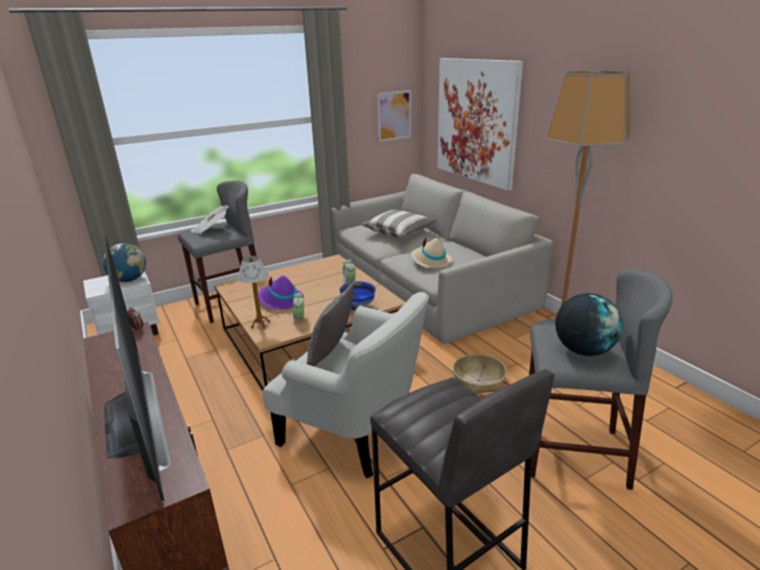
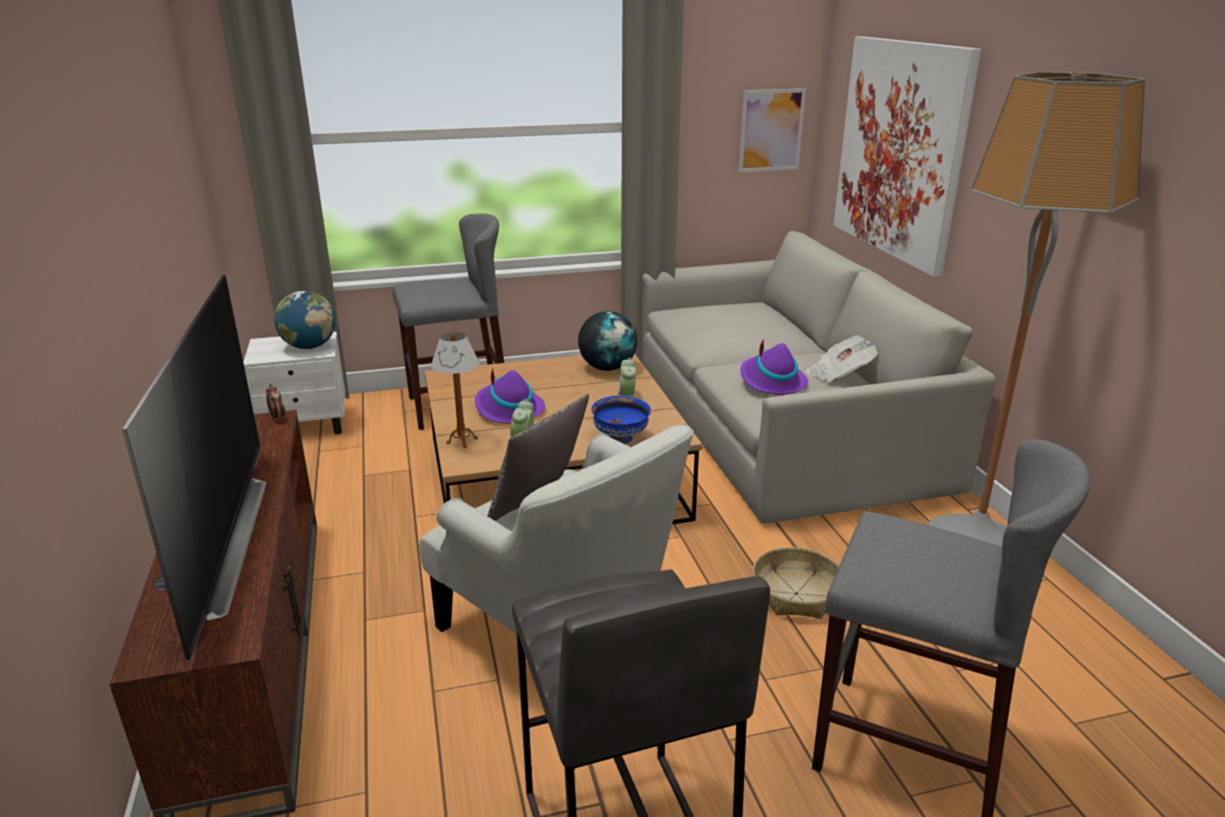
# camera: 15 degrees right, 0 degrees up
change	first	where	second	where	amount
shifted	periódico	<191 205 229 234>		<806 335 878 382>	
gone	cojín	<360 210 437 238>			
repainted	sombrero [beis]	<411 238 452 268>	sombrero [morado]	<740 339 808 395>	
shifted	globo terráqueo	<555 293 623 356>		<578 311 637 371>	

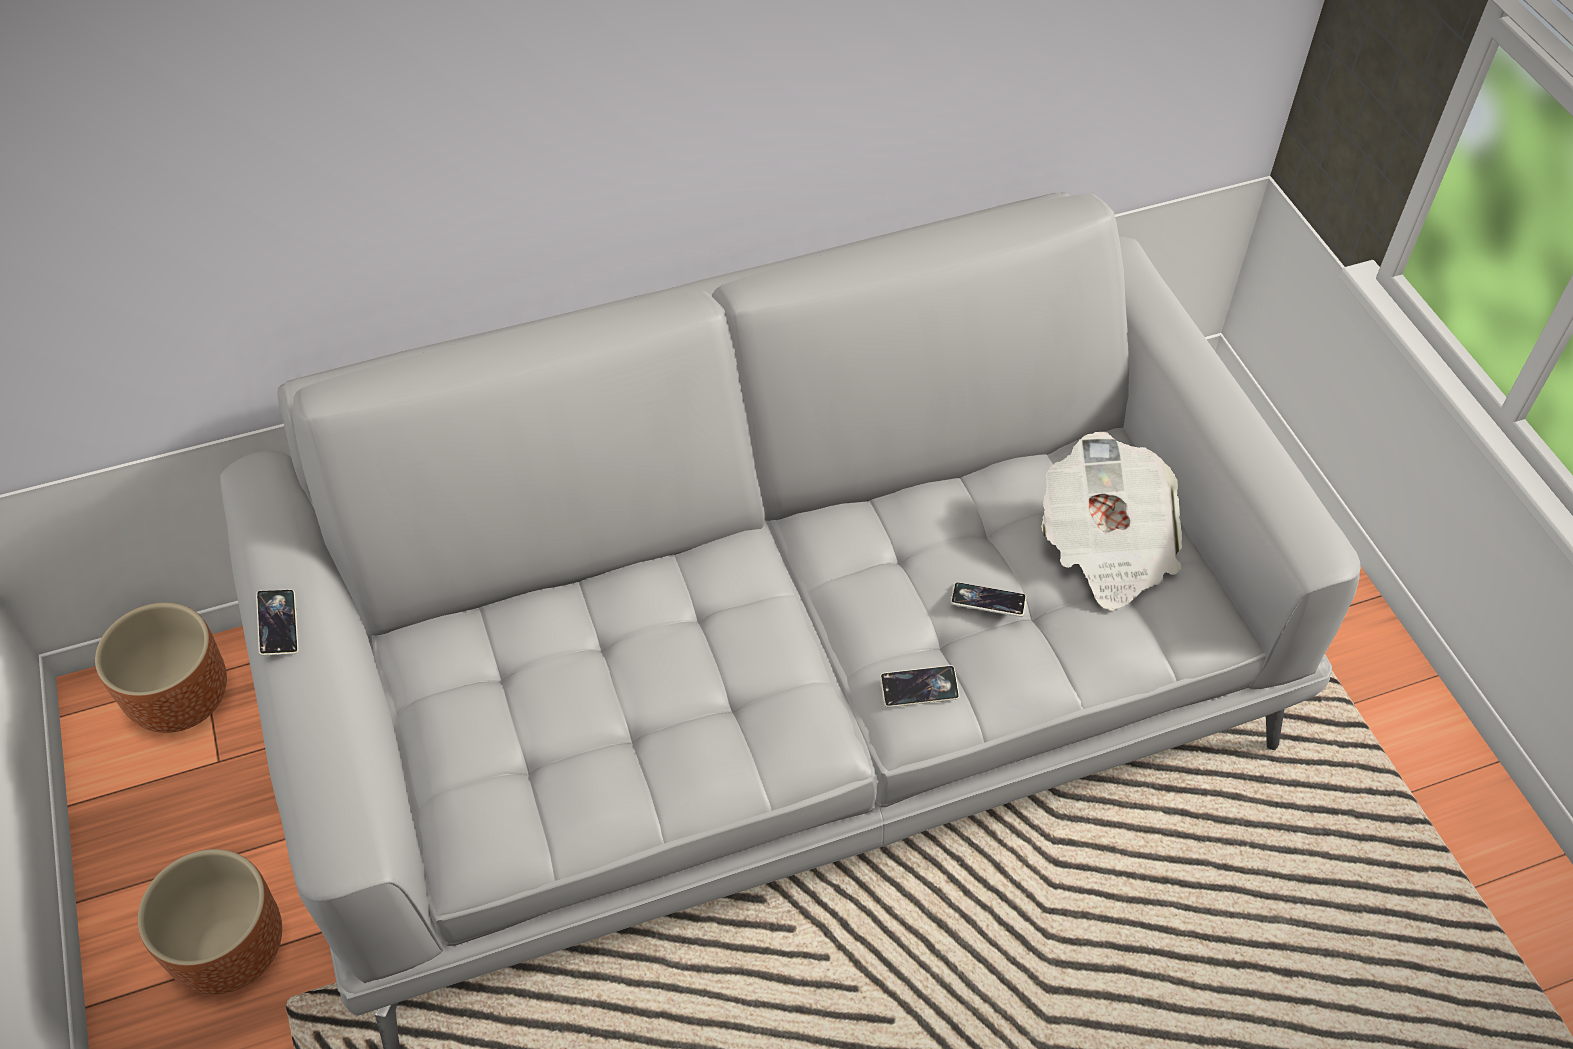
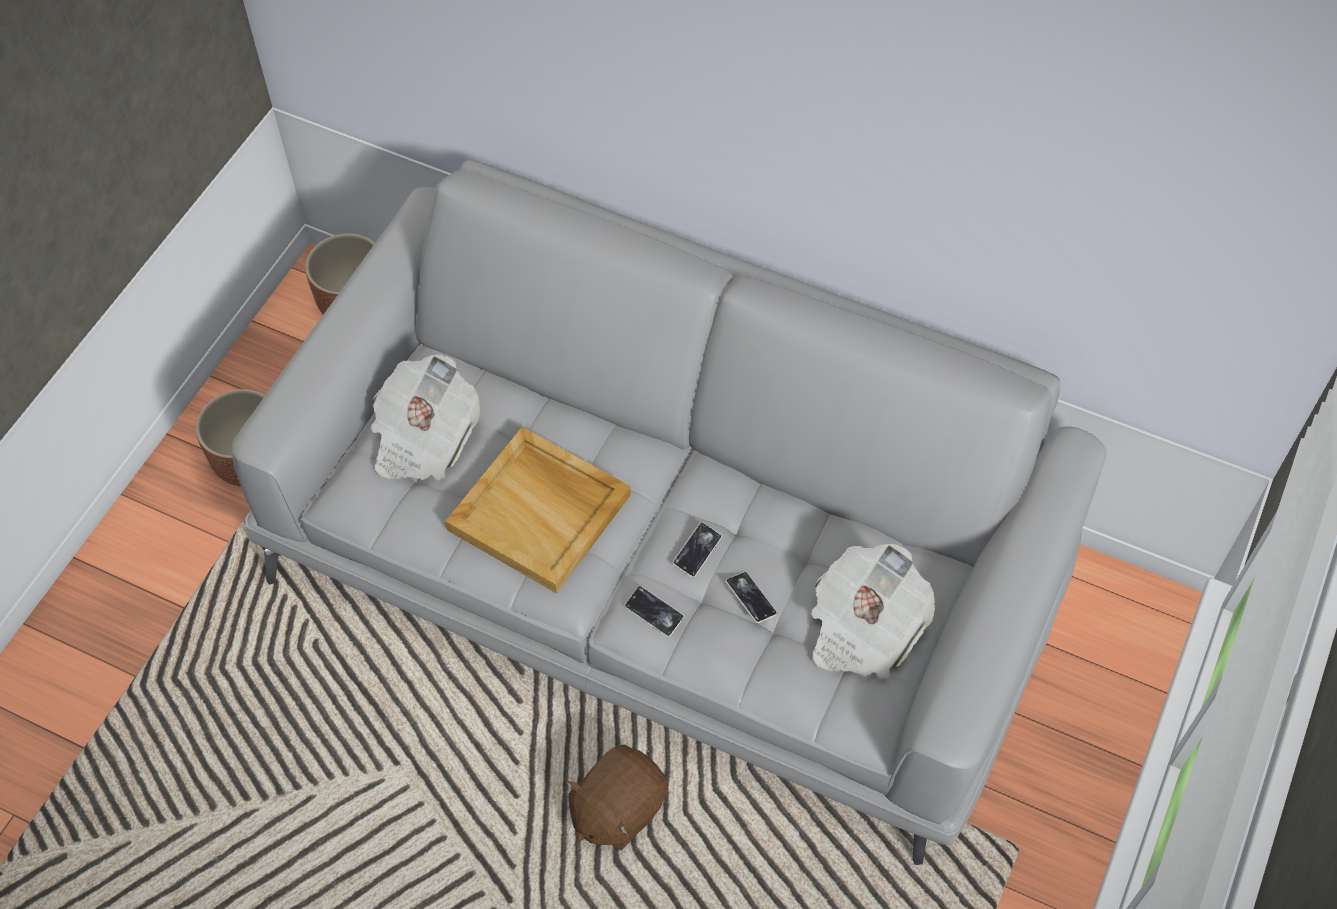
# camera: 45 degrees right, 5 degrees up
change	first	where	second	where	amount
shifted	móvil	<256 590 298 656>		<673 522 722 578>	
new			periódico	<371 354 480 480>	
new			bandeja [beis]	<445 427 631 594>	
new			peluche [marrón]	<566 745 668 850>	

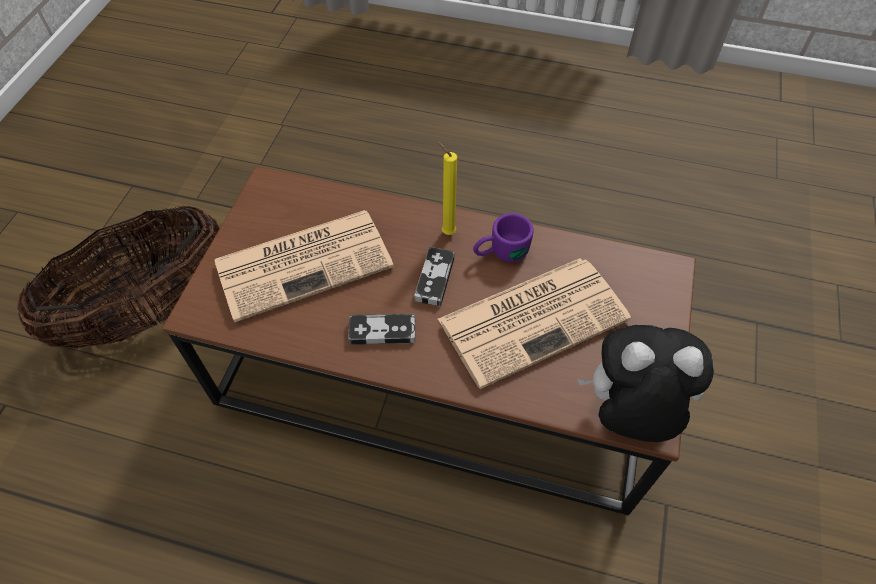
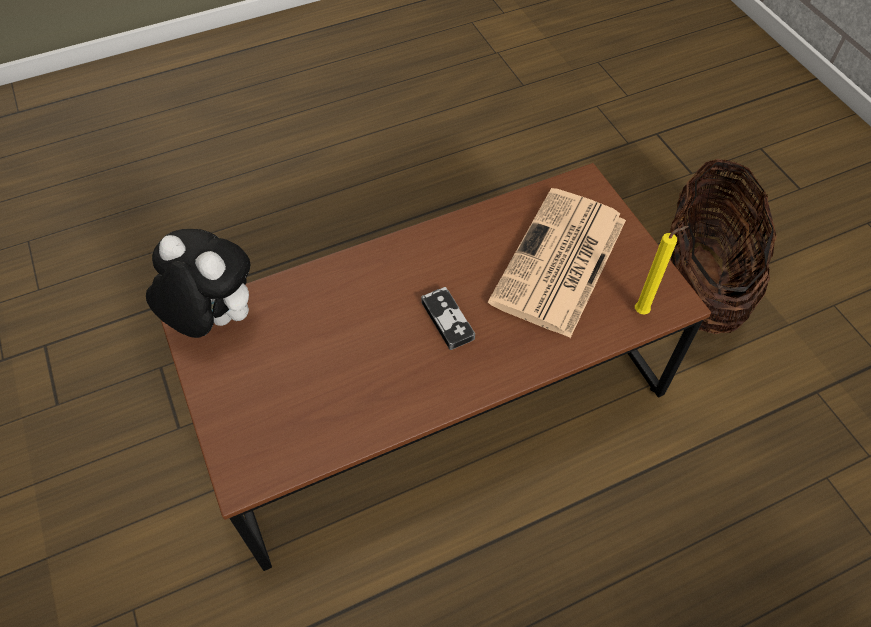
# camera: 140 degrees right, 0 degrees up
change	first	where	second	where	amount
gone	mando de consola	<348 314 415 345>			
shifted	vela [amarillo]	<438 142 457 235>		<635 226 689 314>	
gone	periódico	<438 258 631 389>			
gone	taza grande [morado]	<473 213 533 262>			
rotated	peluche	<577 325 714 442>		<146 229 250 338>	120 degrees counterclockwise

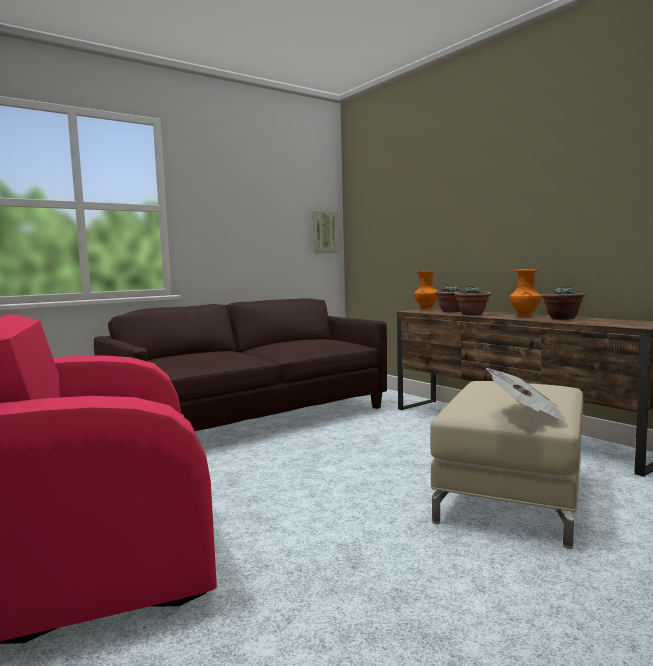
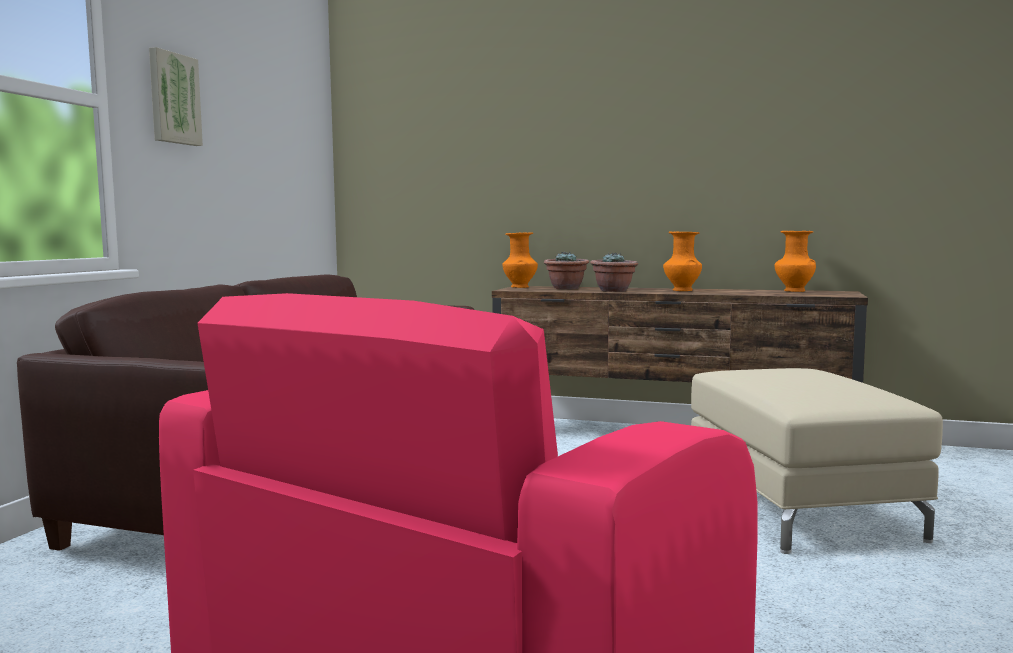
# camera: 35 degrees left, 0 degrees up
change	first	where	second	where	amount
shifted	cuadro	<312 211 338 253>		<149 47 203 146>	
gone	periódico	<486 368 567 421>			
gone	planta en maceta	<541 286 585 320>			
new			florero [naranja]	<774 231 816 292>	

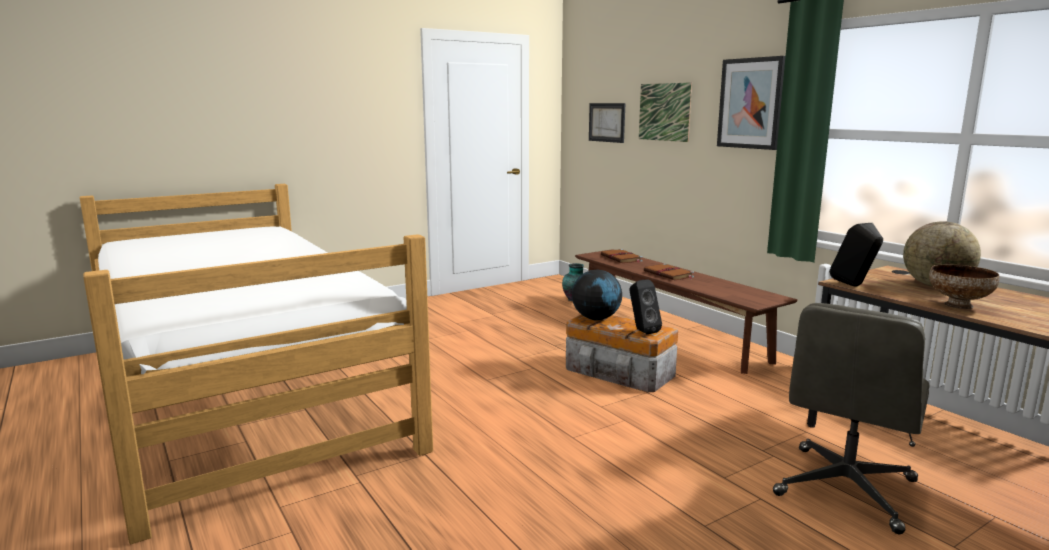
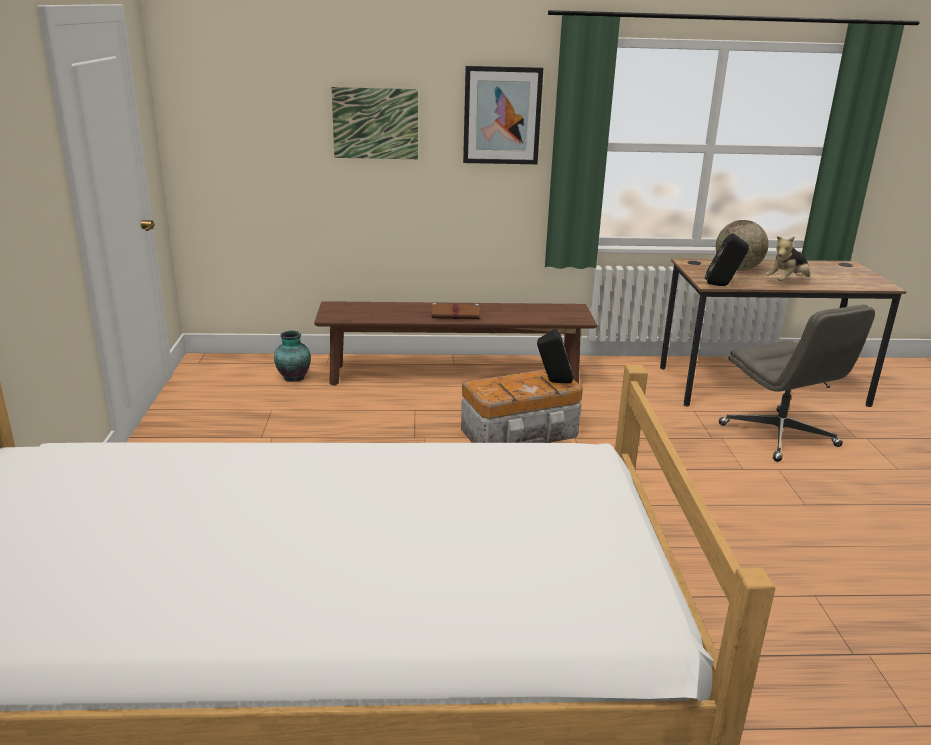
# camera: 60 degrees left, 10 degrees up
change	first	where	second	where	amount
gone	globo terráqueo	<572 270 622 321>			
gone	cuadro	<589 103 625 143>			
gone	libro [marrón]	<601 249 643 263>			
swapped	cuenco	<929 264 1000 309>	peluche	<765 236 810 281>	

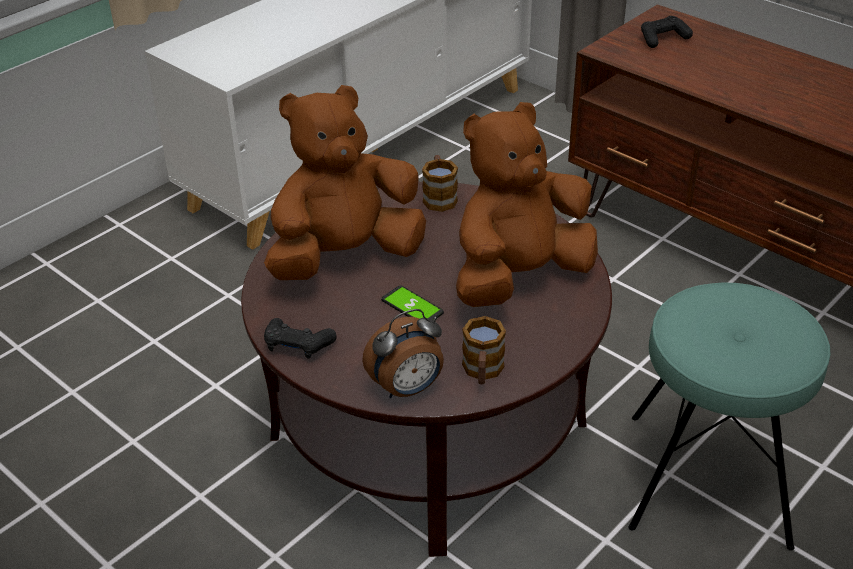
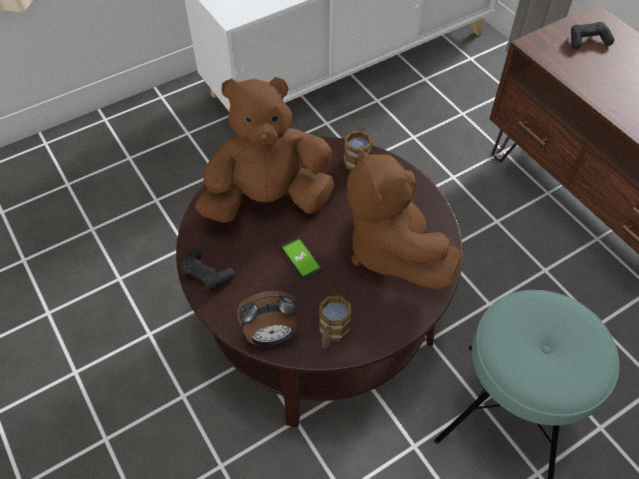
# camera: 15 degrees right, 15 degrees up
change	first	where	second	where	amount
rotated	peluche [marrón]	<456 102 598 307>		<347 145 462 289>	90 degrees counterclockwise

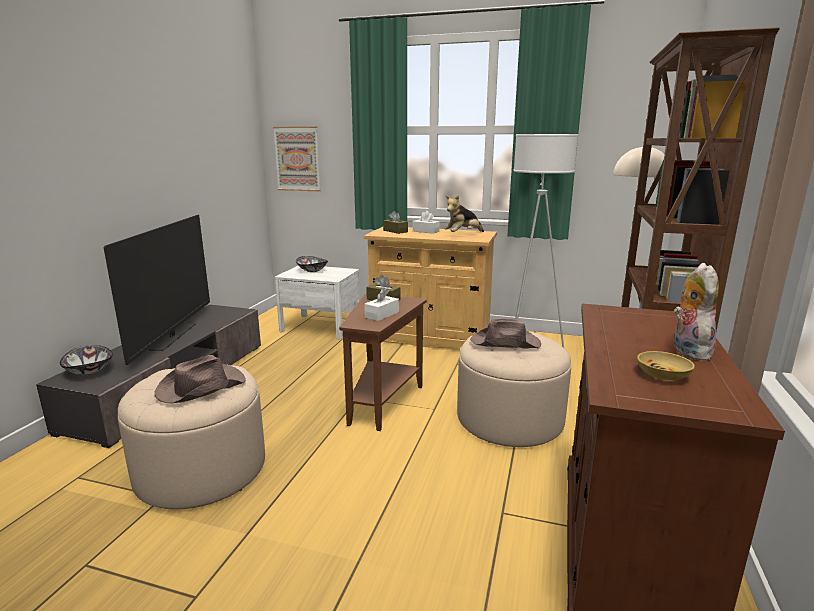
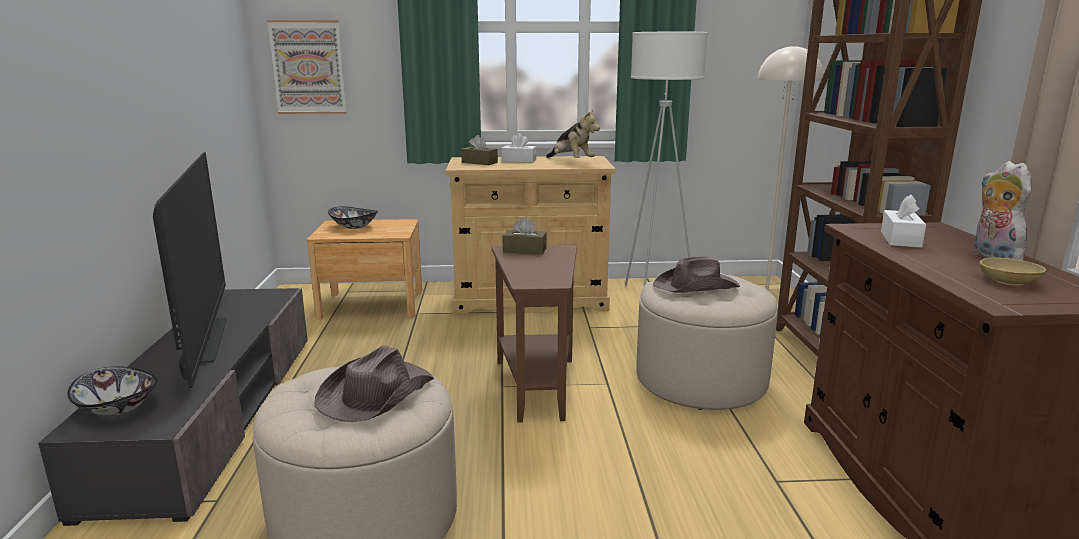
# camera: 20 degrees left, 0 degrees up
change	first	where	second	where	amount
repainted	mesita de noche [blanco]	<275 266 360 339>	mesita de noche [marrón]	<307 219 422 320>	
shifted	caja de pañuelos [blanco]	<364 288 399 321>		<881 194 926 248>	
rotated	peluche	<444 195 484 232>		<546 109 600 158>	75 degrees counterclockwise

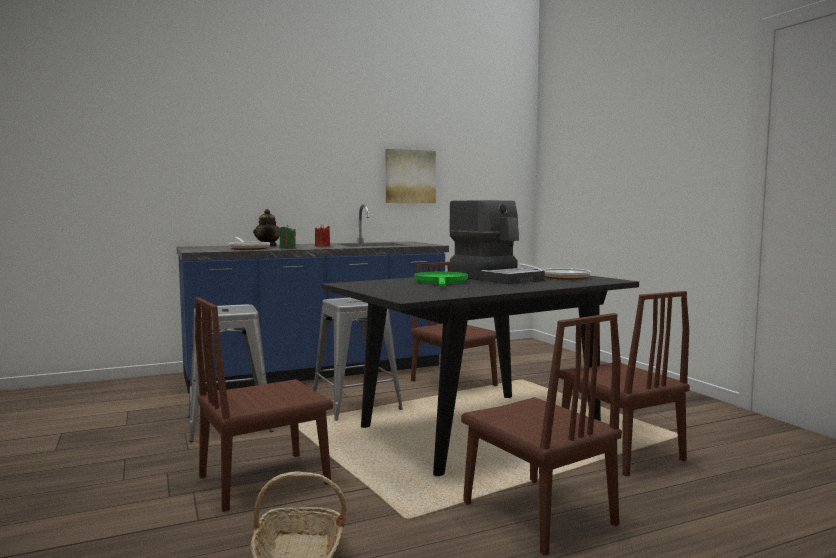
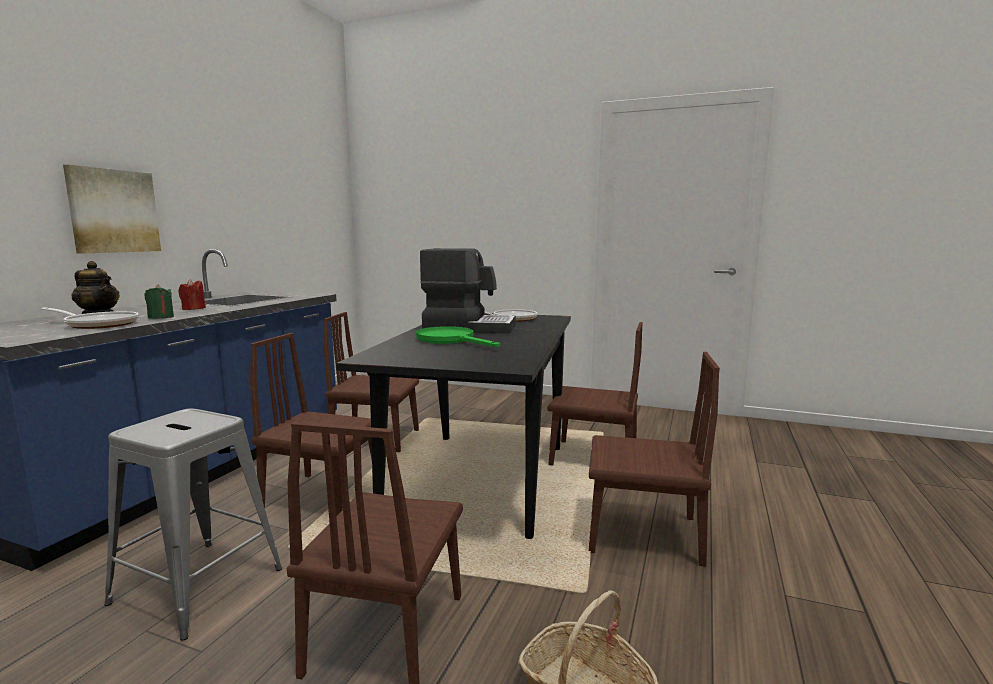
# camera: 45 degrees left, 5 degrees up
change	first	where	second	where	amount
swapped	taburete [gris]	<313 297 403 421>	silla [marrón]	<250 333 372 516>	
shifted	cuadro	<386 149 436 203>		<63 165 161 254>	

